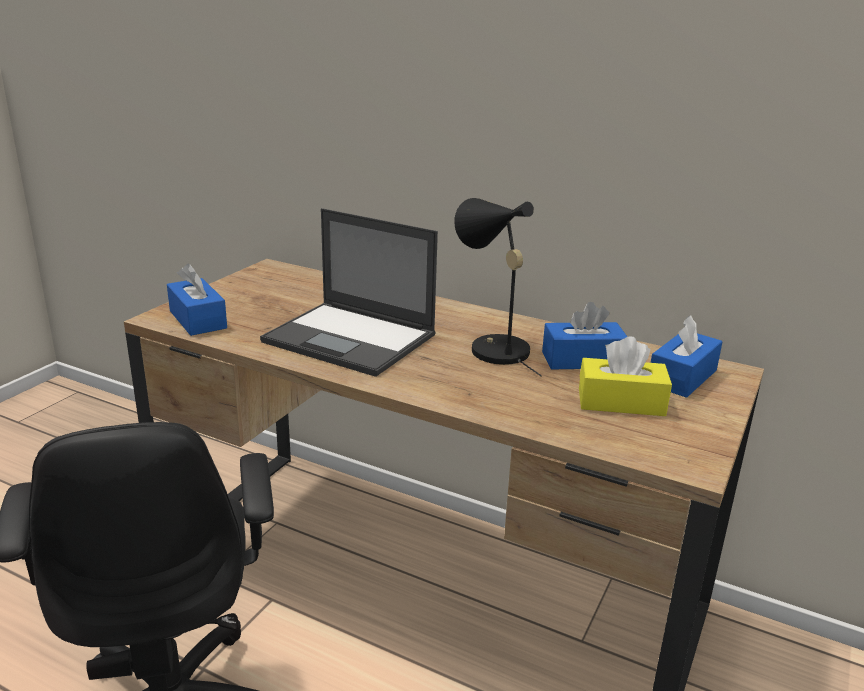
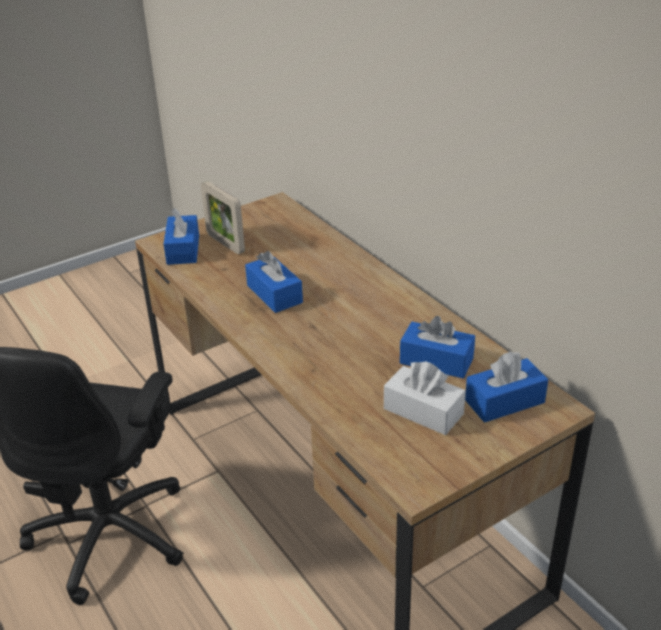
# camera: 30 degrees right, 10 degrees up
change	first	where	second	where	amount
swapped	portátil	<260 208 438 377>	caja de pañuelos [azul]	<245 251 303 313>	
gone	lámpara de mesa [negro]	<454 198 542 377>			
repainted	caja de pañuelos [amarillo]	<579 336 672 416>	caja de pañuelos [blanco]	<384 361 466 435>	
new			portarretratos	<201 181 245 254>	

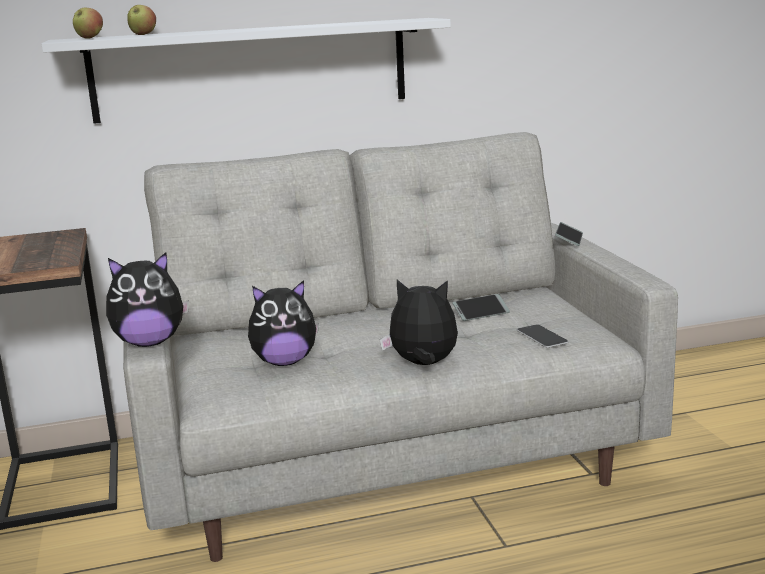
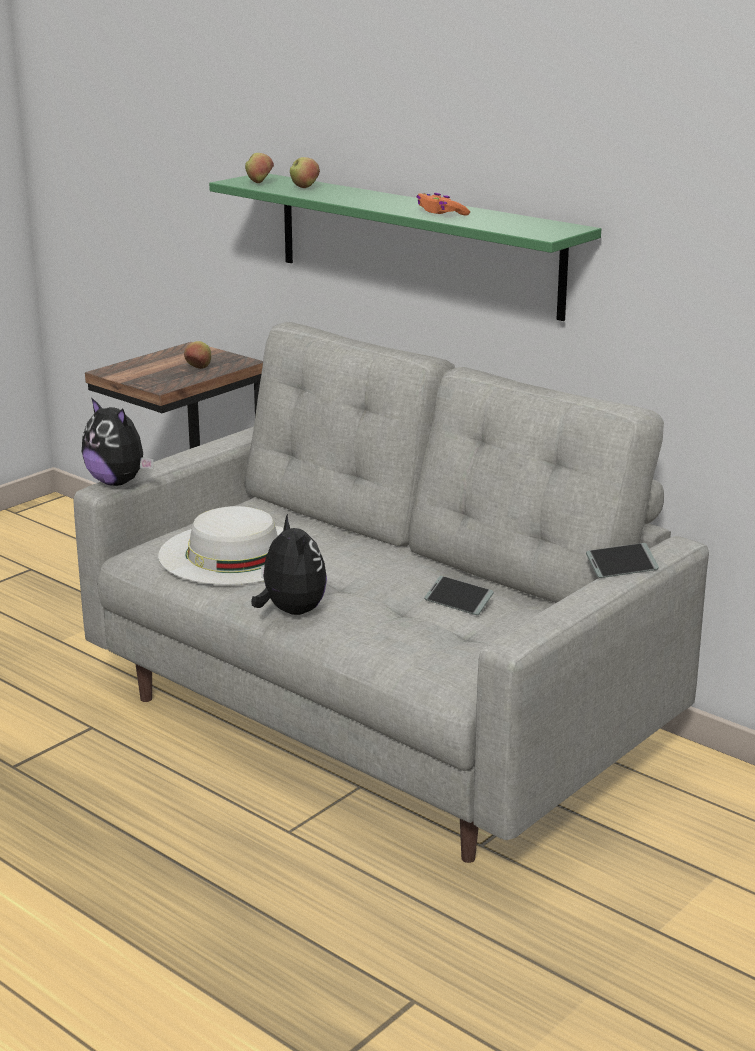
# camera: 55 degrees right, 5 degrees up
change	first	where	second	where	amount
repainted	estante [blanco]	<42 18 451 124>	estante [verde]	<209 174 601 321>	
swapped	peluche	<248 280 319 366>	sombrero [blanco]	<158 506 284 585>	
gone	móvil	<517 324 569 348>			
new			manzana	<184 341 211 369>	
new			mando de consola [naranja]	<417 193 470 216>	

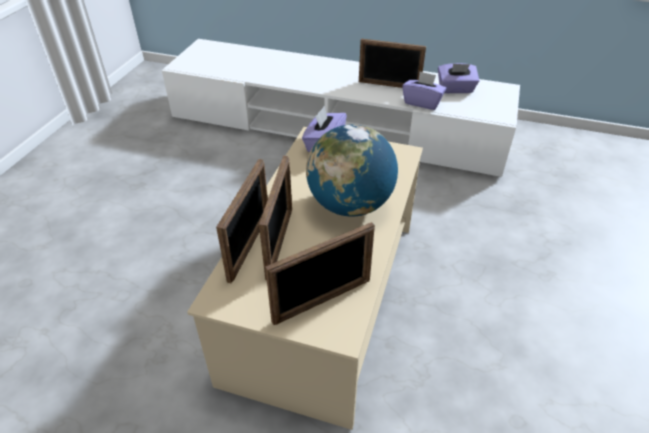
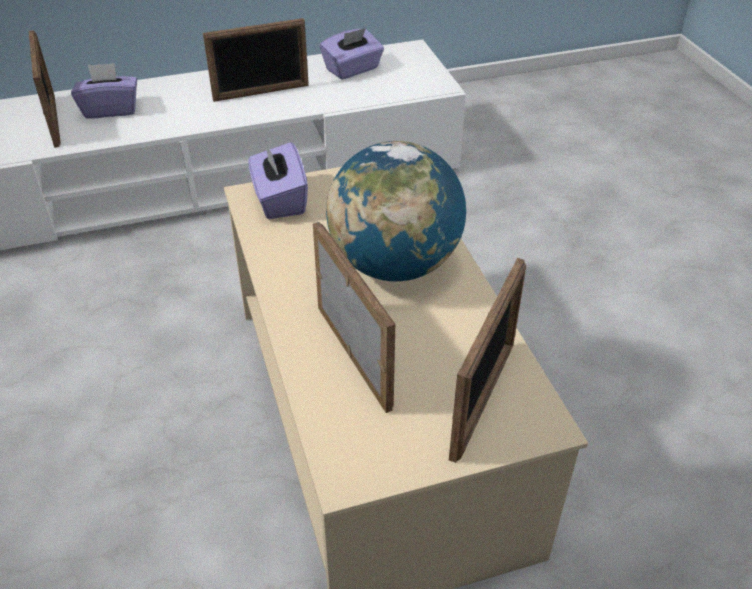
# camera: 35 degrees left, 0 degrees up
change	first	where	second	where	amount
shifted	portarretratos	<216 159 268 283>		<29 30 61 148>	
shifted	caja de pañuelos [morado]	<402 71 446 110>		<71 63 137 119>	

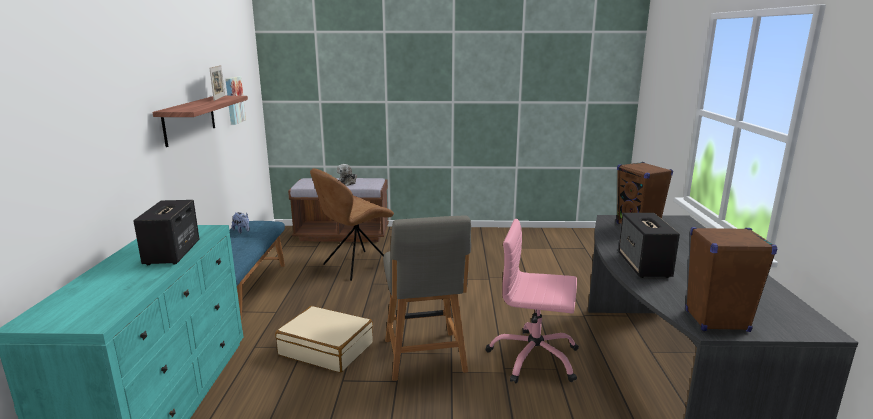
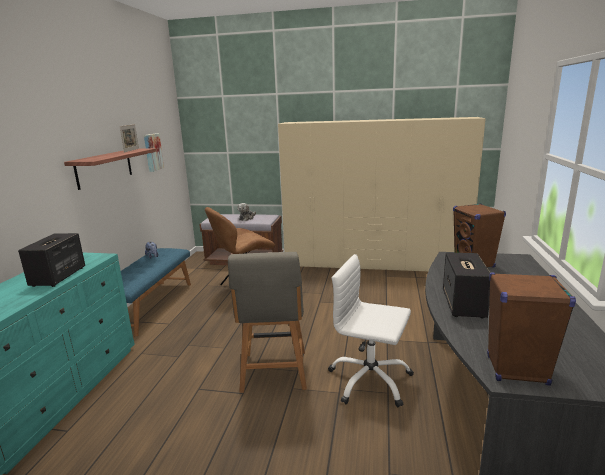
# camera: 10 degrees right, 0 degrees up
change	first	where	second	where	amount
gone	maleta [beis]	<275 306 373 373>			
repainted	silla de oficina [rosa]	<485 219 579 383>	silla de oficina [blanco]	<328 254 414 407>	
new			armario ropero [beis]	<278 117 486 271>	

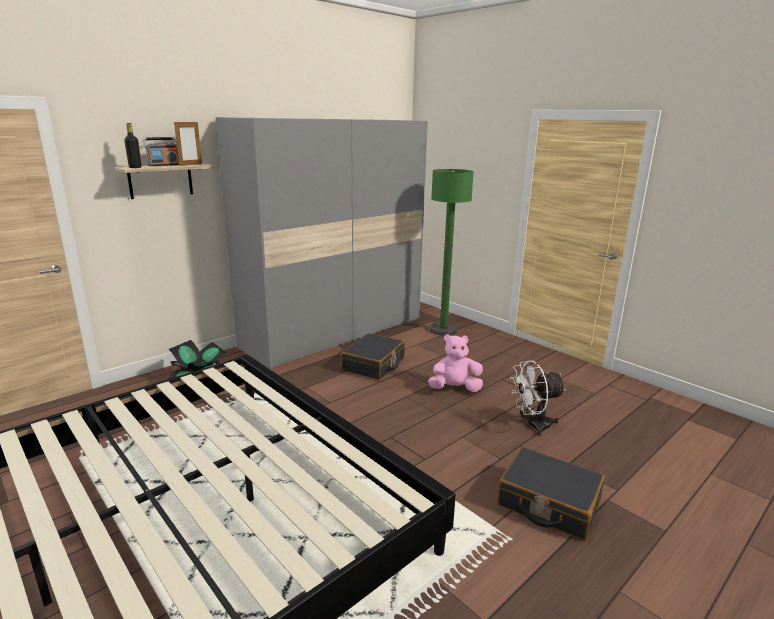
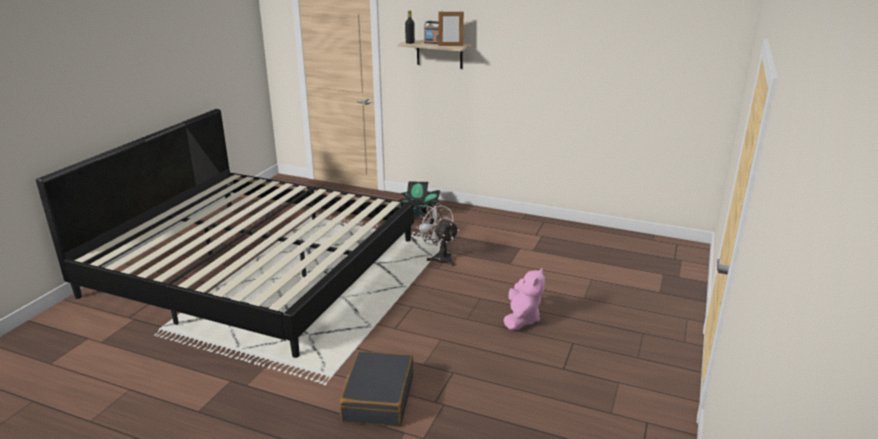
# camera: 65 degrees right, 5 degrees up
change	first	where	second	where	amount
gone	armario ropero [gris]	<216 117 428 369>			
gone	maleta [negro]	<341 333 405 380>			
rotated	peluche [rosa]	<428 334 483 392>		<503 268 545 331>	45 degrees clockwise
gone	lámpara de pie [verde]	<430 169 474 336>			
shifted	ventilador [blanco]	<510 361 566 436>		<415 203 459 266>	

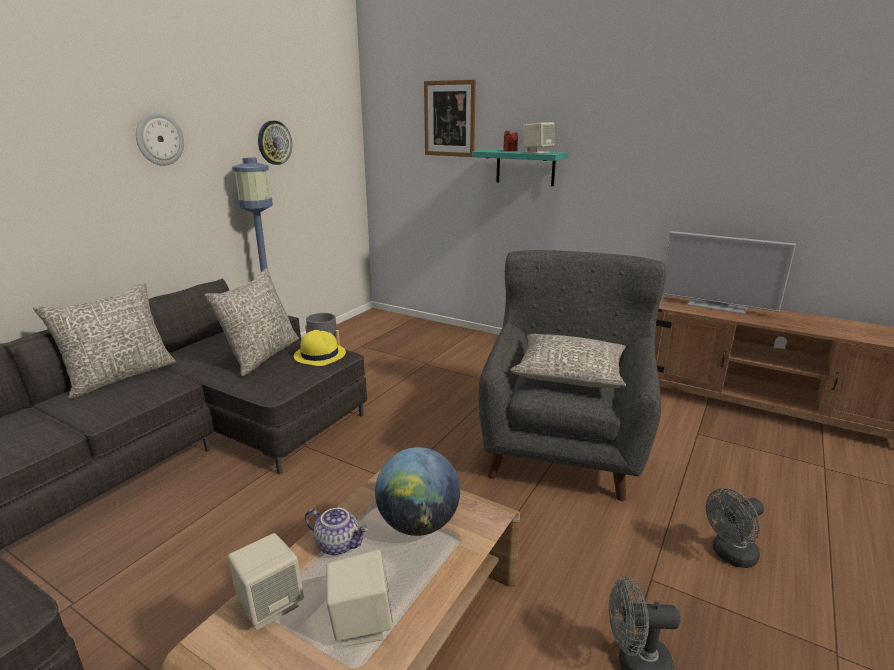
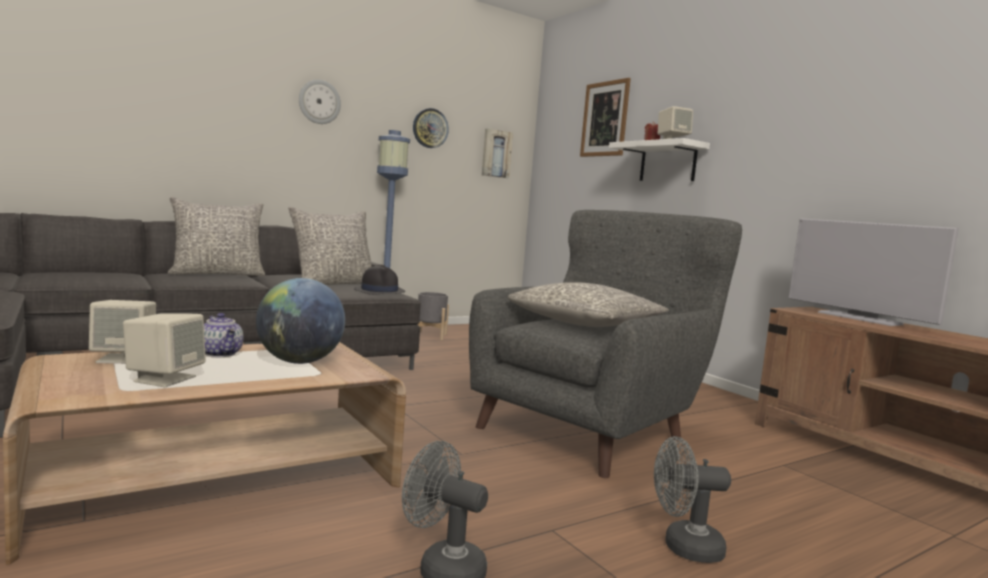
# camera: 25 degrees right, 15 degrees down
change	first	where	second	where	amount
repainted	sombrero [amarillo]	<294 330 346 366>	sombrero [negro]	<354 266 405 295>	
repainted	estante [turquesa]	<472 149 568 186>	estante [blanco]	<609 138 710 181>	
new			cuadro	<482 128 513 178>	

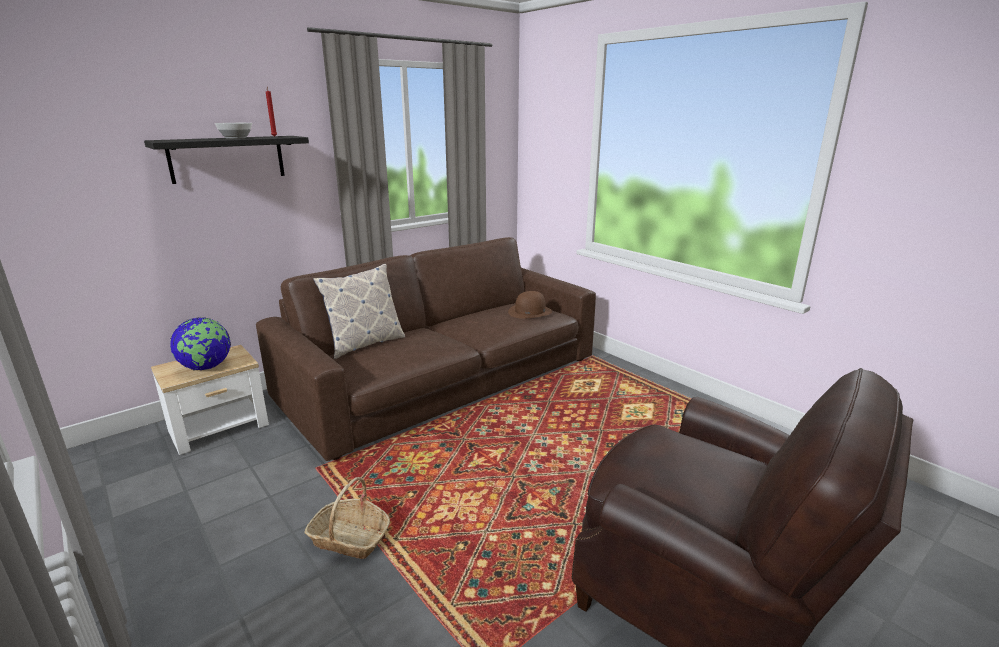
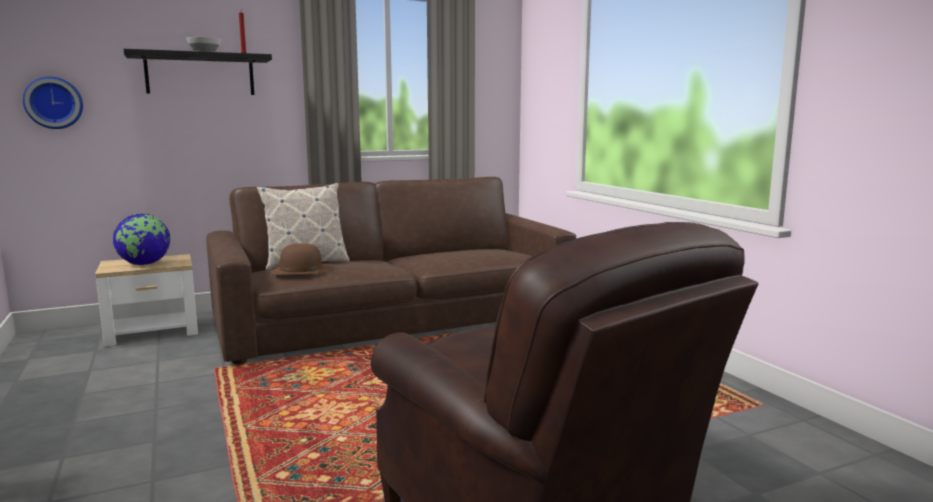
# camera: 15 degrees right, 10 degrees down
change	first	where	second	where	amount
gone	cesta	<304 477 390 559>			
shifted	sombrero [marrón]	<508 291 552 319>		<271 243 331 275>	
new			reloj de pared	<23 76 83 129>	

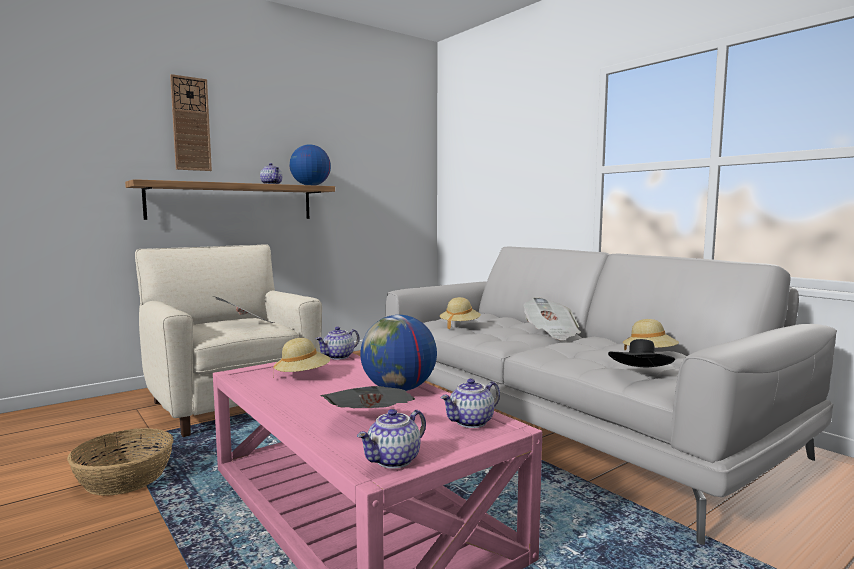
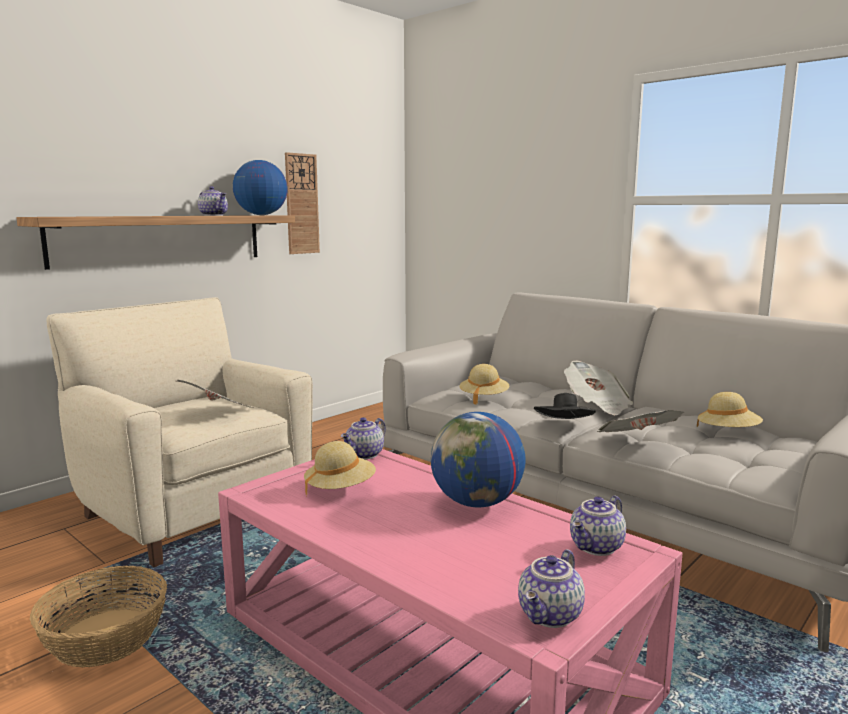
# camera: 10 degrees left, 5 degrees up
change	first	where	second	where	amount
shifted	reloj de pared	<170 74 212 171>		<285 152 320 254>	
shifted	periódico	<320 386 415 408>		<597 410 684 432>	
shifted	sombrero [negro]	<608 339 675 368>		<534 393 596 419>	

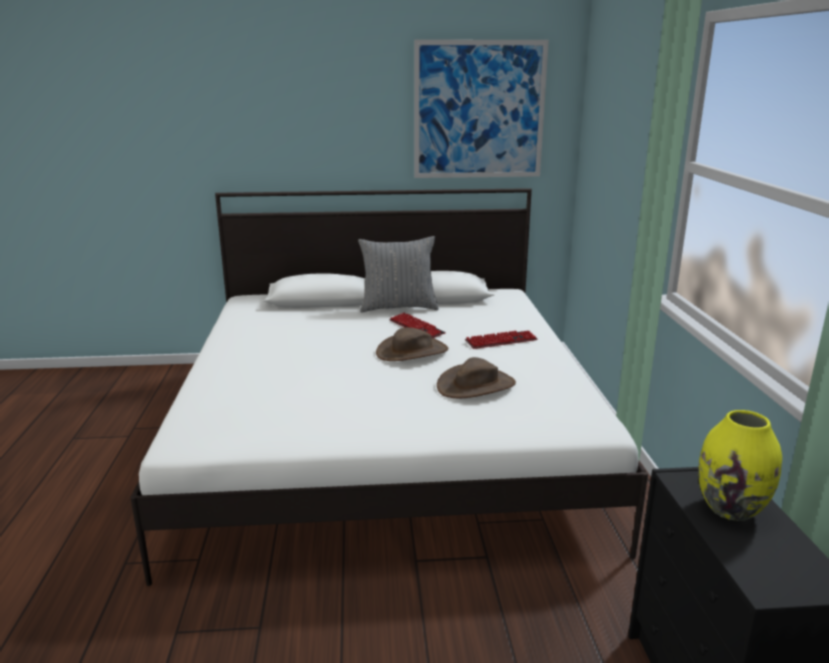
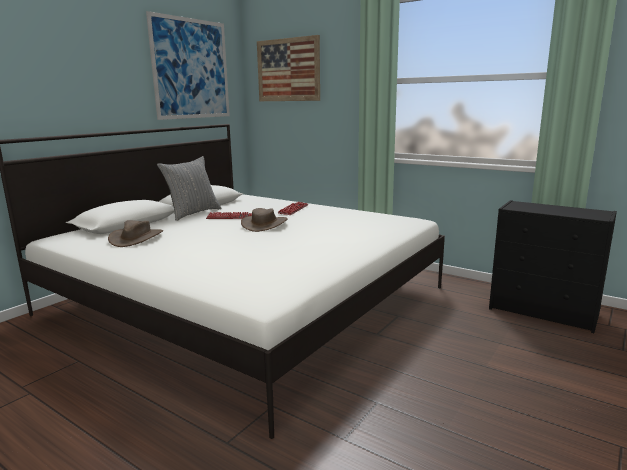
# camera: 50 degrees left, 5 degrees down
change	first	where	second	where	amount
shifted	sombrero [marrón]	<437 357 516 398>		<108 220 163 247>	
gone	florero [amarillo]	<698 410 782 521>			
new			cuadro	<257 35 320 101>	

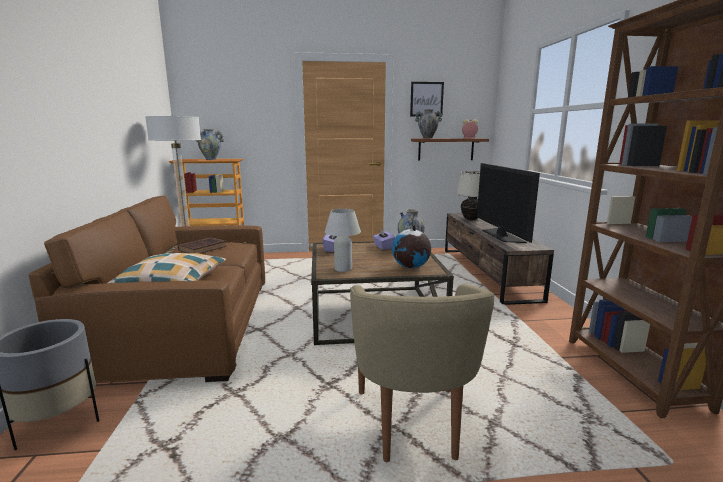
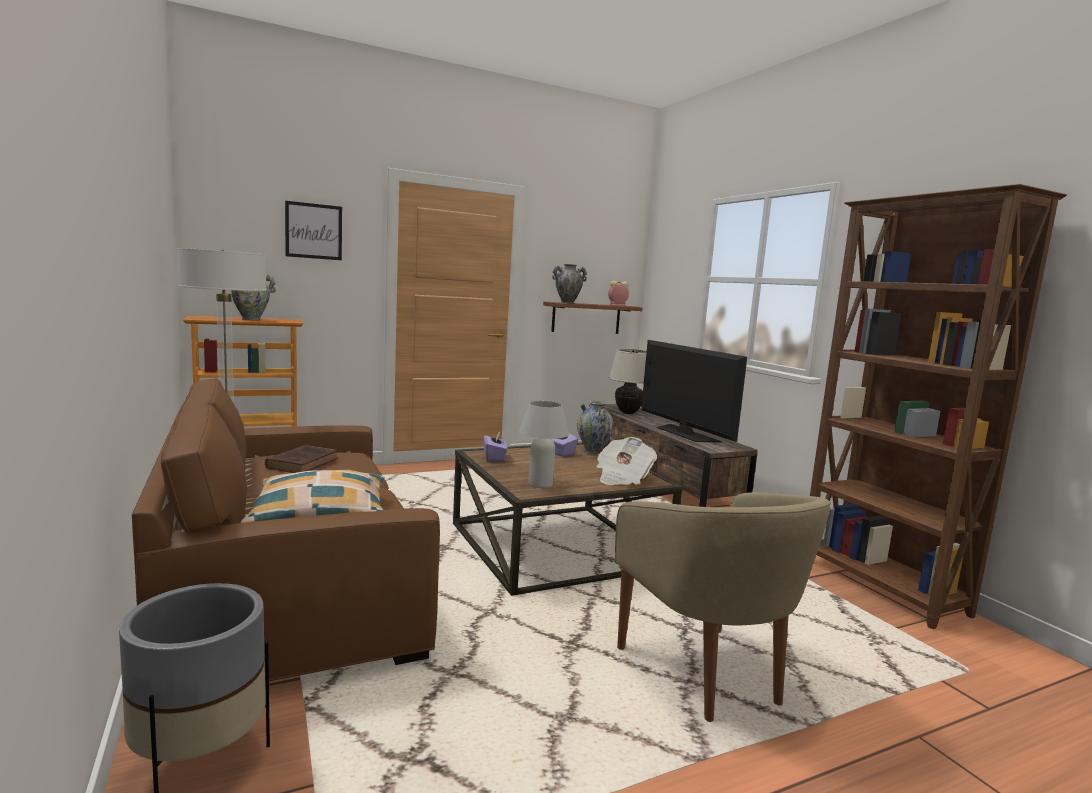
# camera: 20 degrees left, 5 degrees down
change	first	where	second	where	amount
swapped	globo terráqueo	<392 225 431 268>	periódico	<596 437 657 485>	
shifted	cuadro	<410 82 444 117>		<285 201 342 260>	

